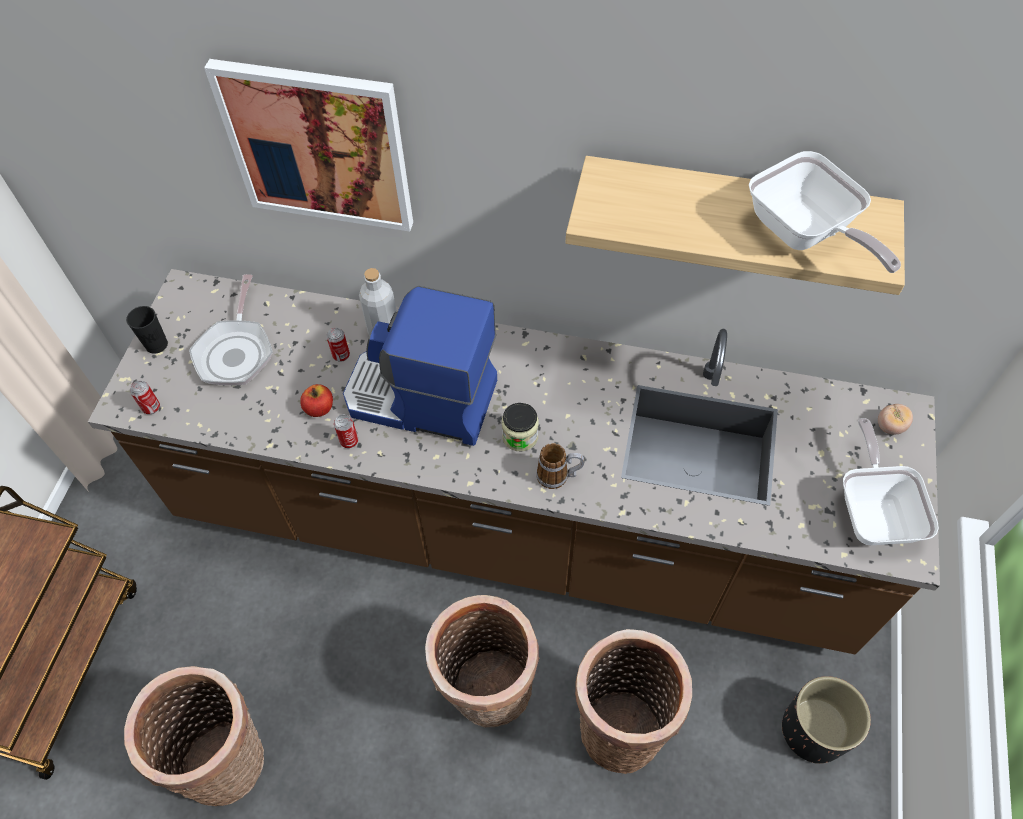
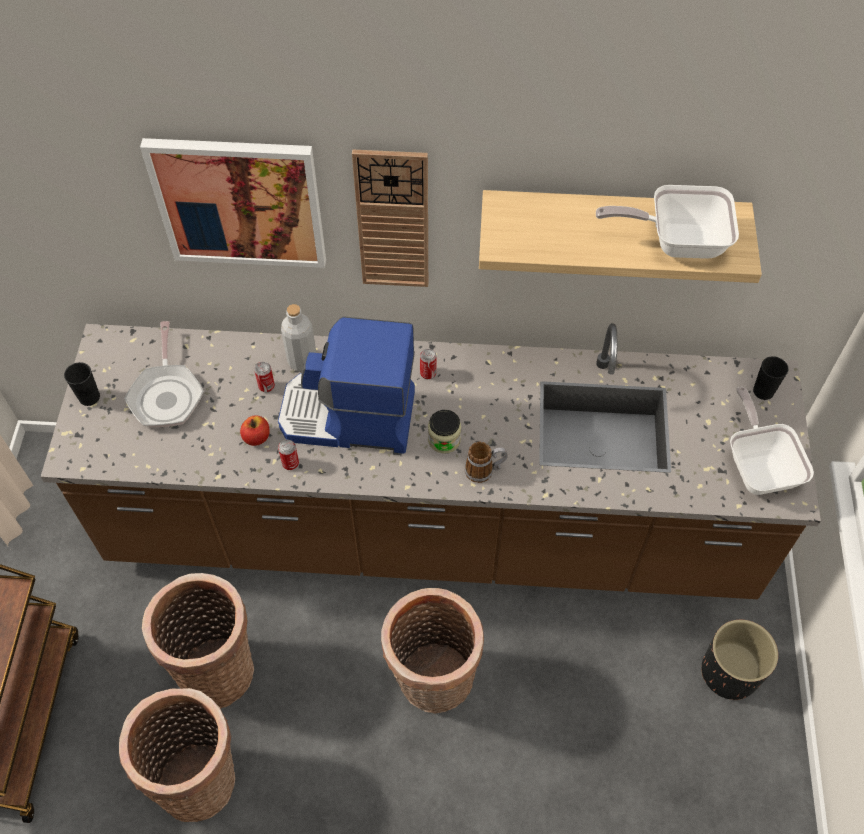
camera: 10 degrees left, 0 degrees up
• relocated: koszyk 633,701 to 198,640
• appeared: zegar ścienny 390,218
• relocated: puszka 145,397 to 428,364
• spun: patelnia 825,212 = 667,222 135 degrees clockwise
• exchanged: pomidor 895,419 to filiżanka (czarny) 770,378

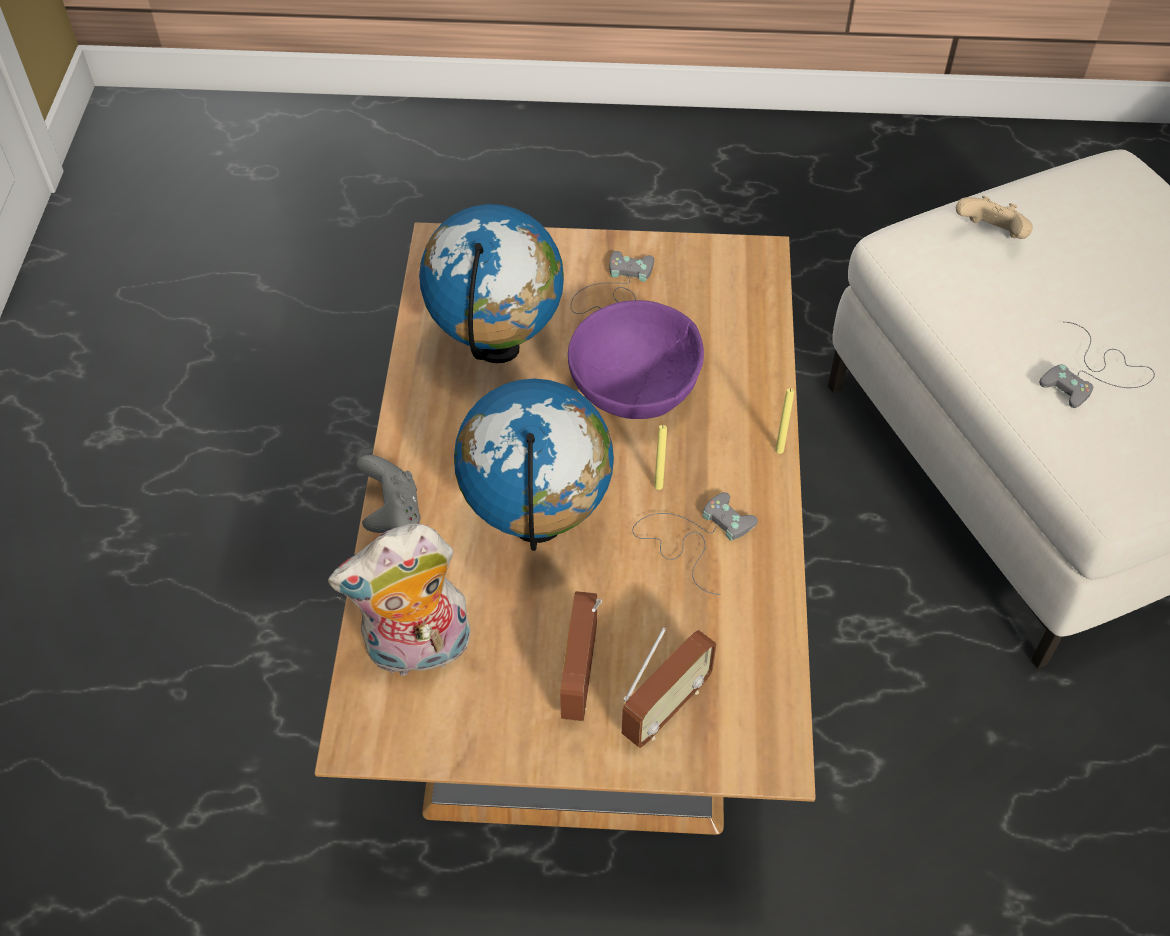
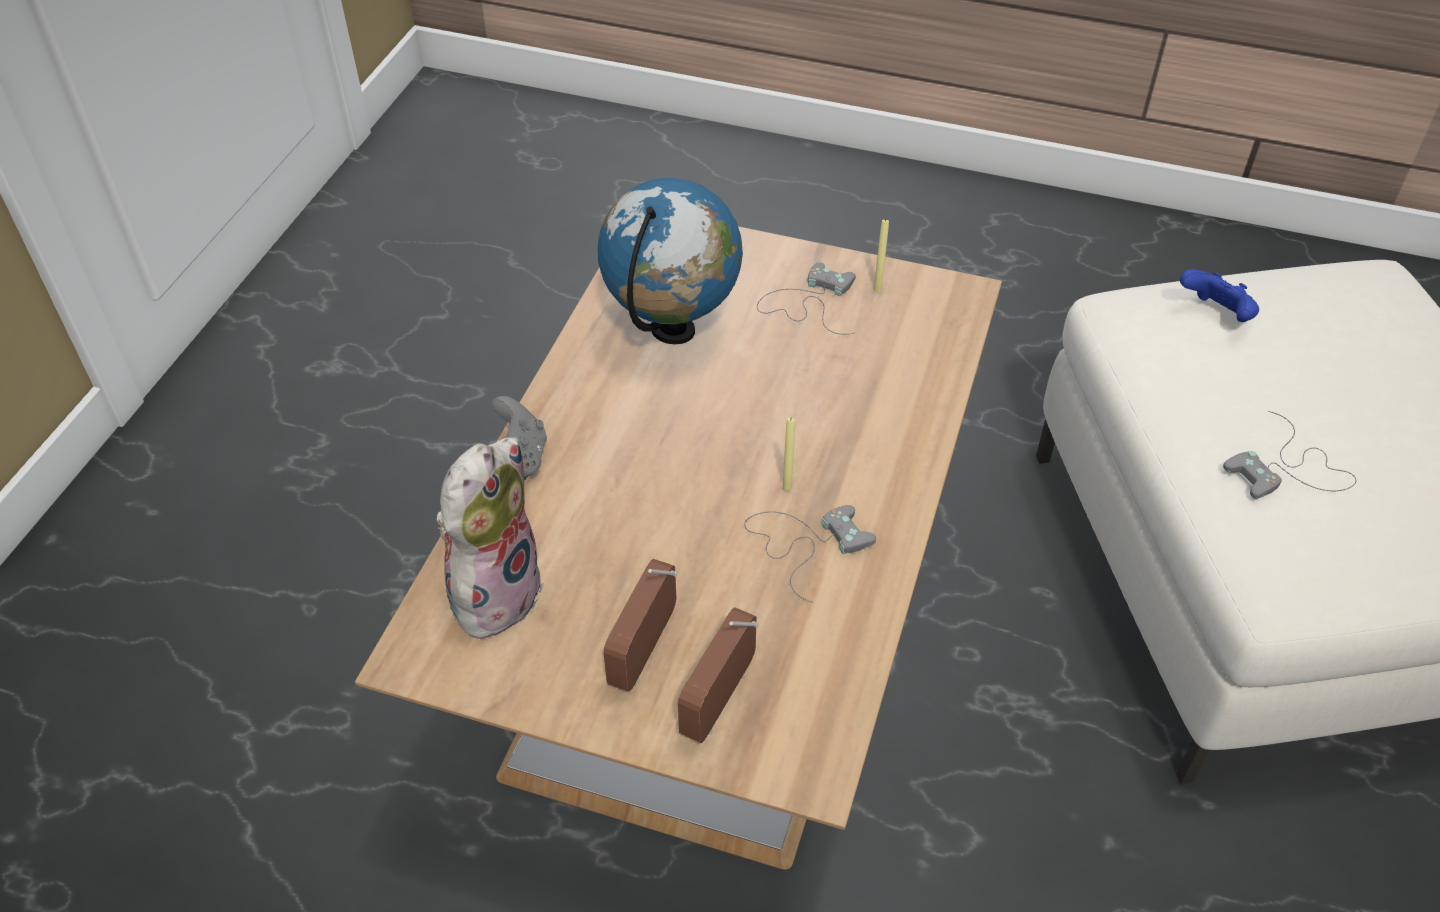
camera: 15 degrees right, 5 degrees down
• spun: pluszak 399,599 = 490,542 120 degrees clockwise
• spun: radio 669,687 = 718,675 150 degrees clockwise
• relocated: świeca (żółty) 784,421 to 881,255
• colour: pad do gier (beżowy) 994,217 to pad do gier (niebieski) 1219,295
• missing: globus 534,465
• missing: miska (fioletowy) 636,359

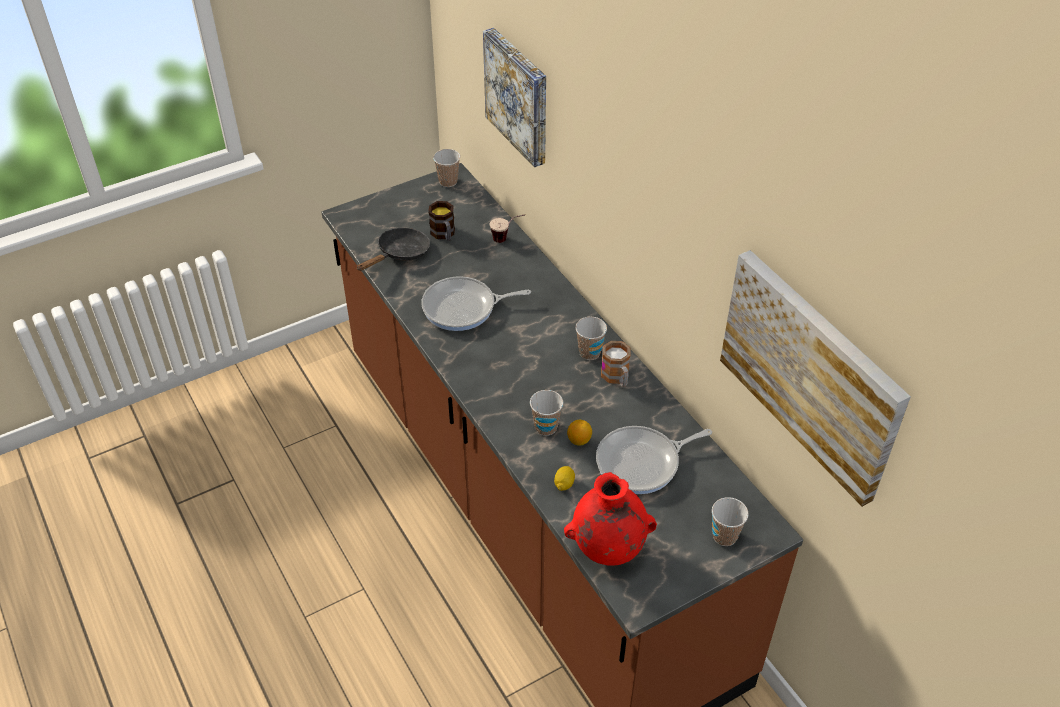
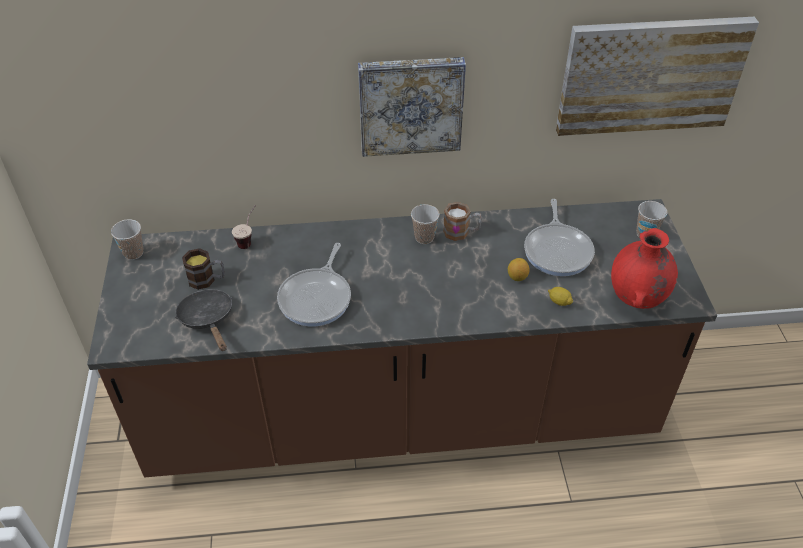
camera: 65 degrees left, 0 degrees up
• relocated: obraz 514,97 to 412,107
• missing: filiżanka 546,413

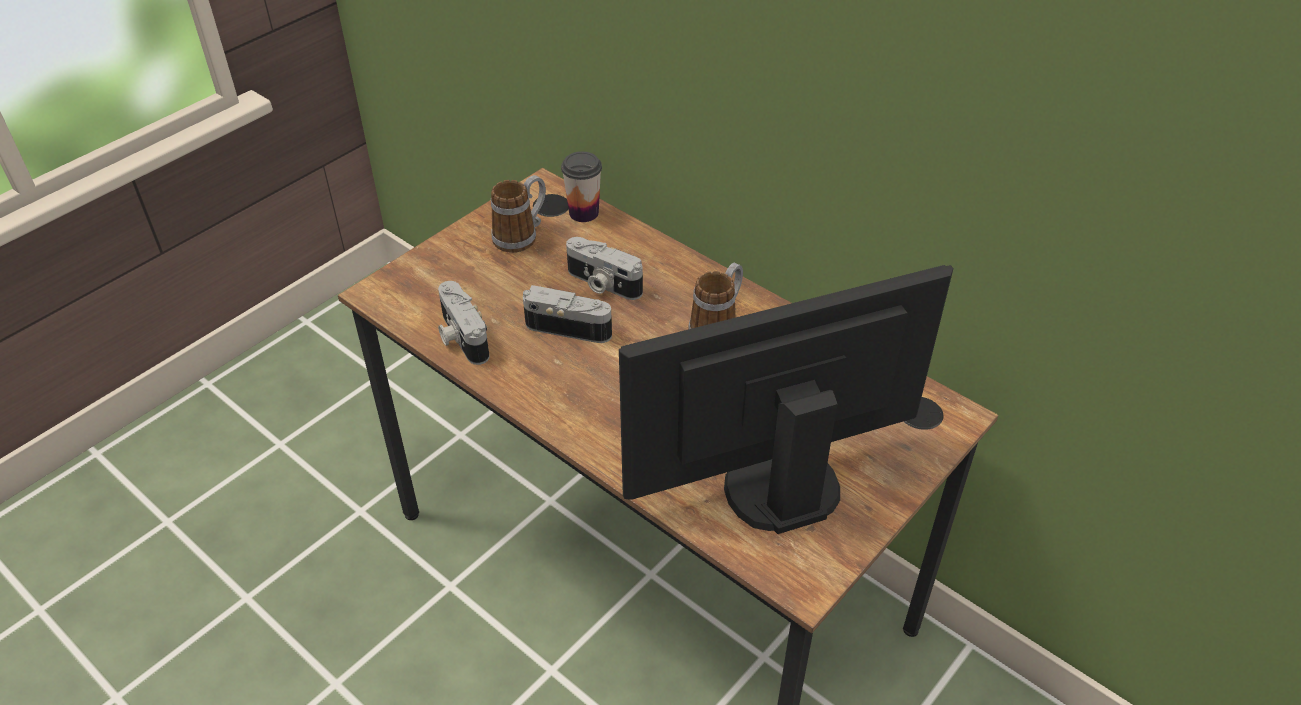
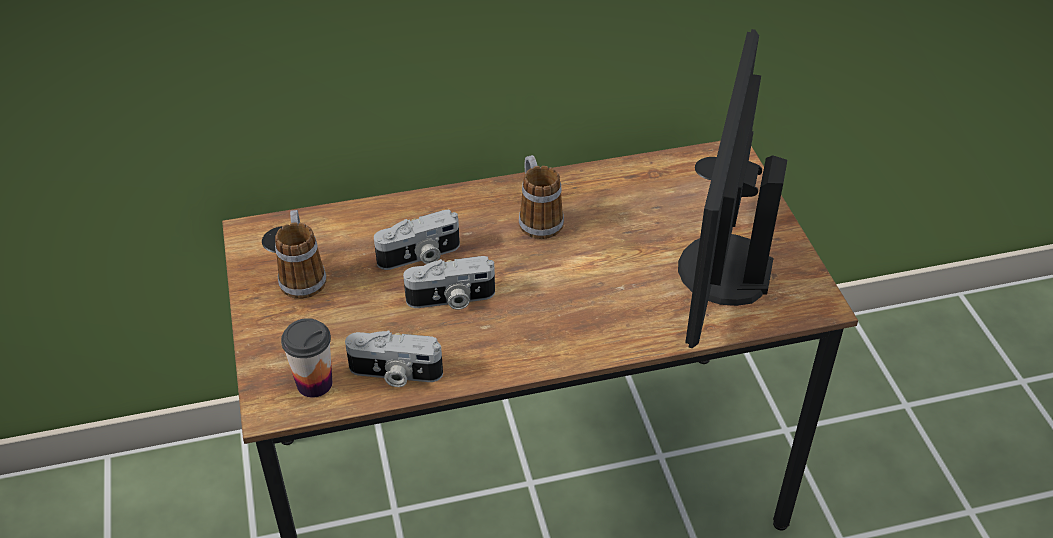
camera: 55 degrees left, 0 degrees up
• relocated: filiżanka 581,186 to 306,357
• spun: aparat fotograficzny 567,314 = 449,283 150 degrees counterclockwise

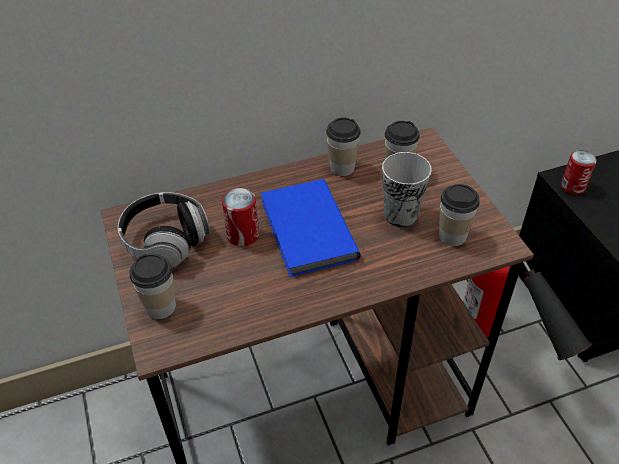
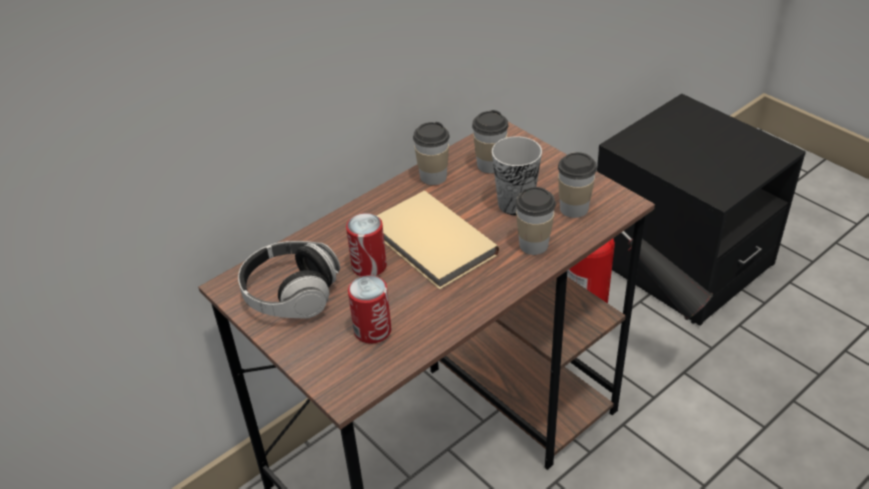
camera: 20 degrees left, 5 degrees down
• relocated: puszka 579,172 to 369,309
• colour: książka (niebieski) 311,228 to książka (beżowy) 438,240
• relocated: filiżanka 152,286 to 535,221

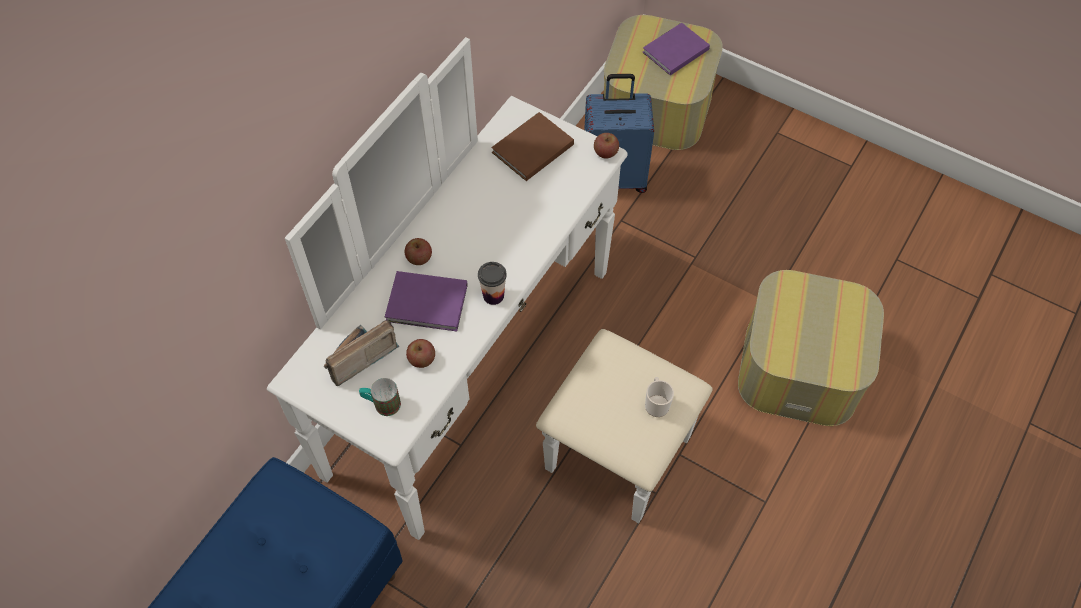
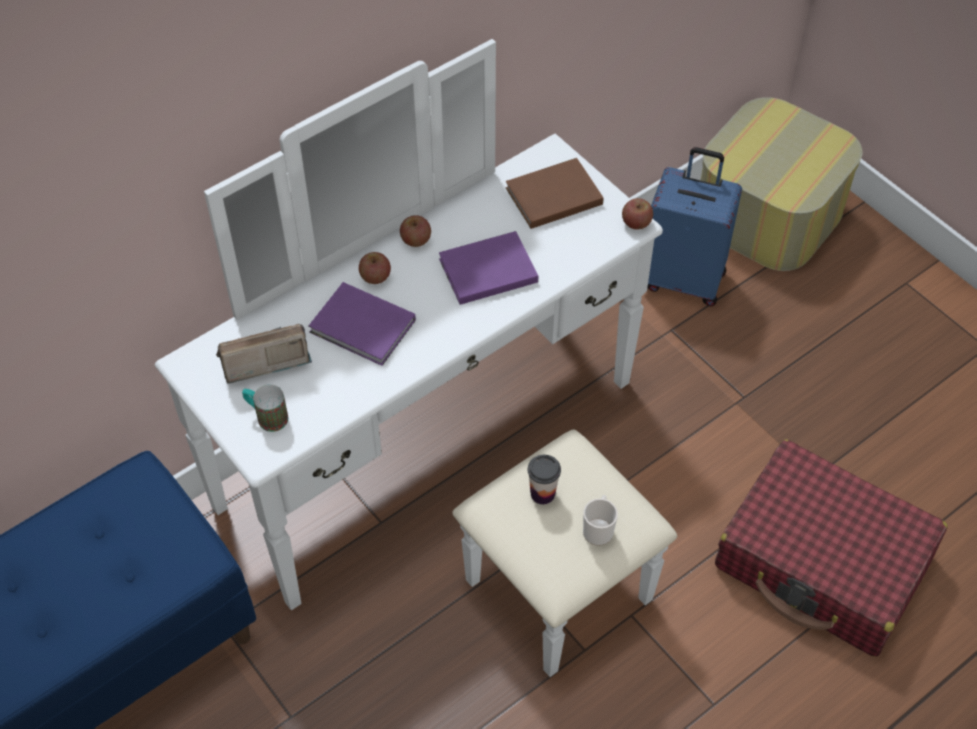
camera: 20 degrees right, 5 degrees down
• relocated: jabłko 420,353 to 415,231
• relocated: książka (fioletowy) 676,49 to 488,268
• relocated: filiżanka 492,283 to 544,479
• exchanged: pufa 811,348 to walizka (czerwony) 831,548

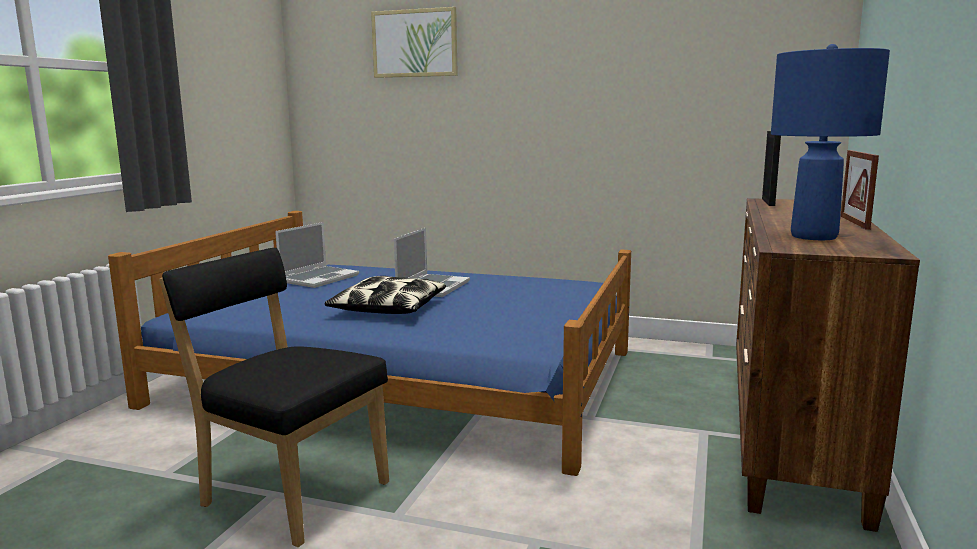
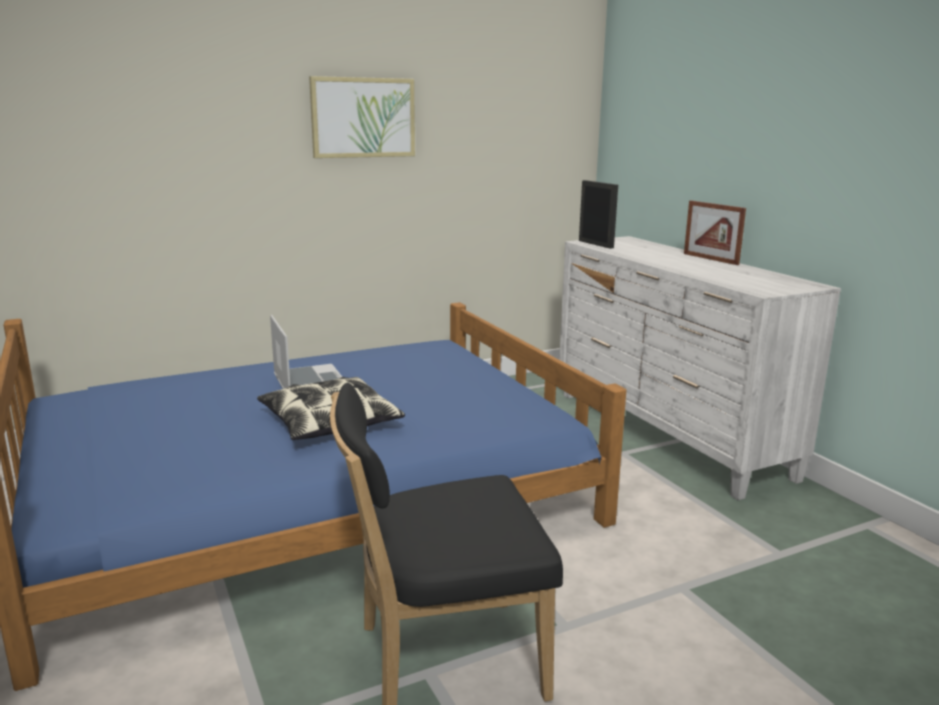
camera: 45 degrees left, 5 degrees up
• relocated: obraz 414,42 to 362,117
• colour: komoda (brązowy) 828,365 to komoda (biały) 700,368
• missing: laptop 317,255
• missing: lampa stołowa (niebieski) 830,142

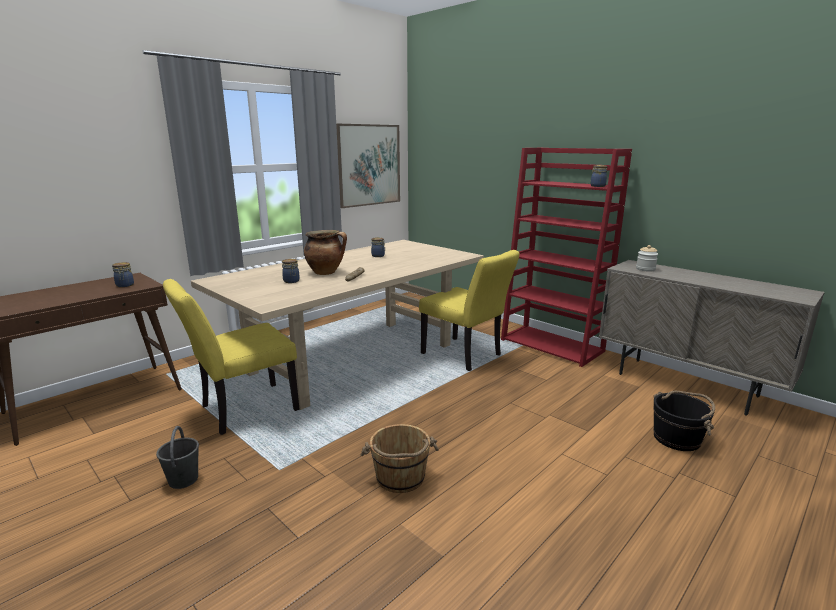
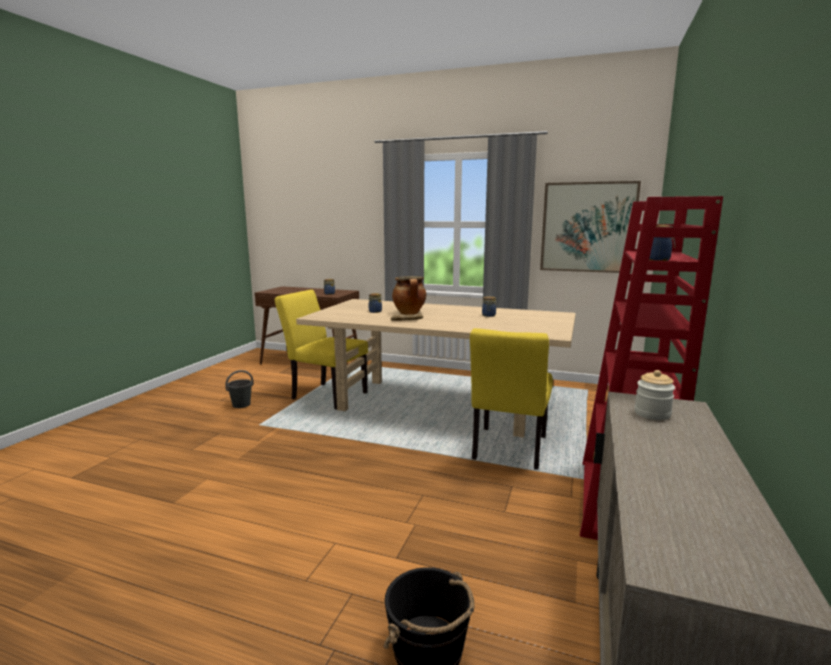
camera: 65 degrees right, 5 degrees down
• missing: wiadro (brązowy) 399,458

